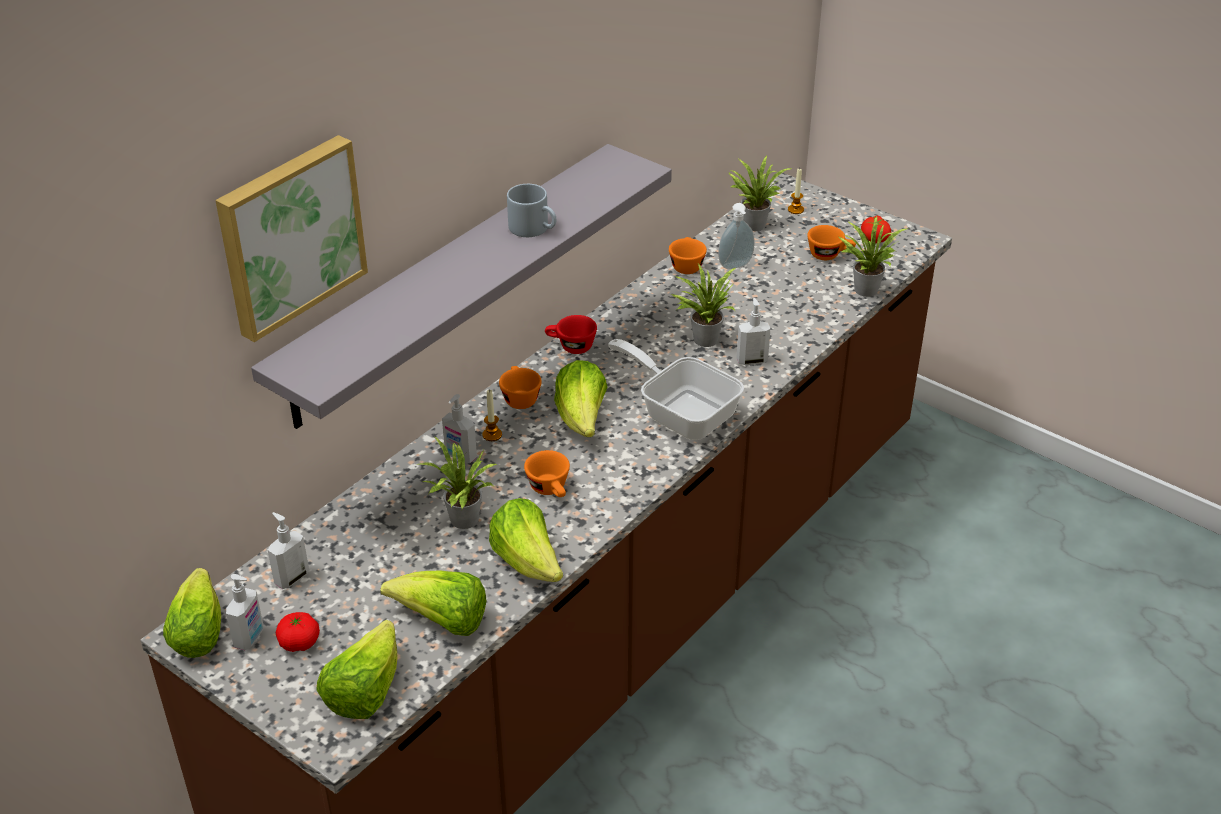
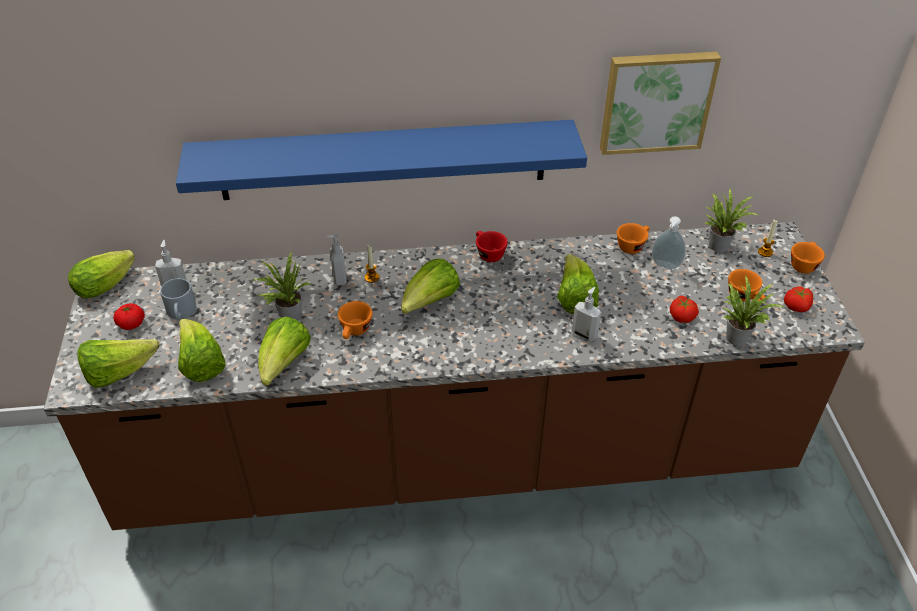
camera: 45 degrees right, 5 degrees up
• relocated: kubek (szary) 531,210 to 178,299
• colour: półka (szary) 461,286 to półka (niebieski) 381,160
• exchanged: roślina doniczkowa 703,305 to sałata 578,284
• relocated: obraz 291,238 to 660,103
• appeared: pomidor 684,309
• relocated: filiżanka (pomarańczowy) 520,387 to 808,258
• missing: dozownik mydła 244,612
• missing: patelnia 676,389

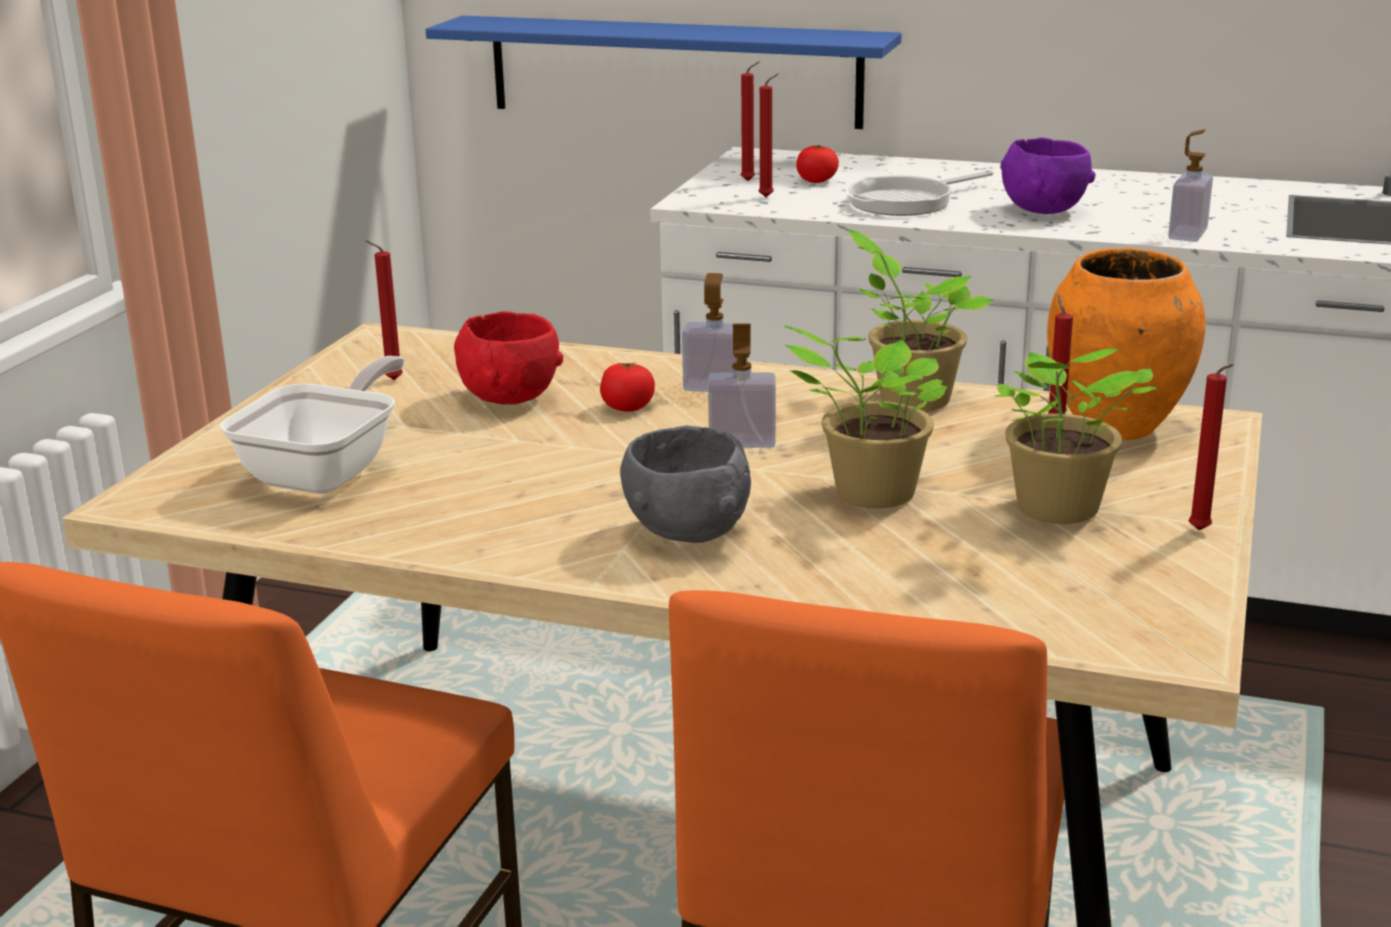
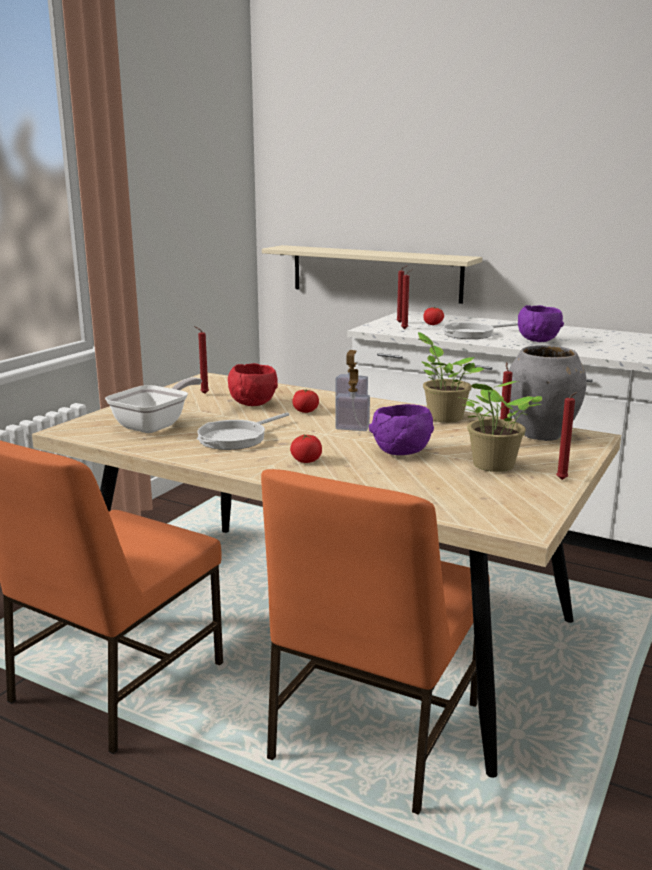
camera: 10 degrees right, 5 degrees down
• appeared: patelnia 243,431
• colour: półka (niebieski) 663,72 to półka (beżowy) 372,274
• exchanged: miska (szary) 685,484 to pomidor 306,449
• exchanged: roślina doniczkowa 866,417 to miska (fioletowy) 401,429
• colour: wazon (pomarańczowy) 1126,344 to wazon (szary) 547,393
• missing: dozownik mydła 1190,185

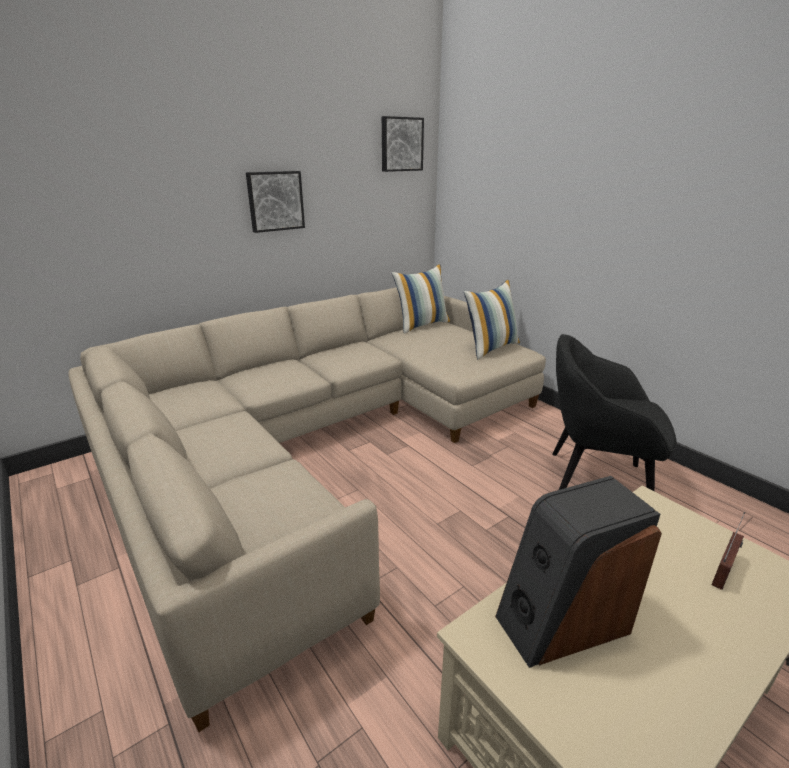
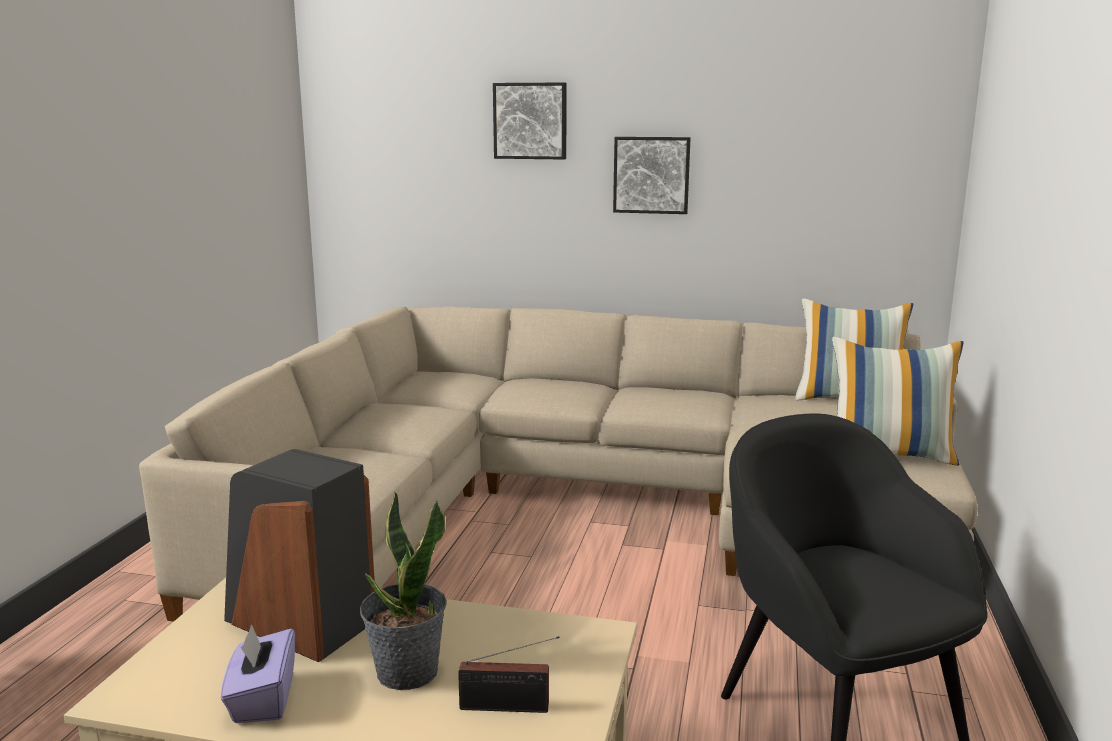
camera: 50 degrees right, 10 degrees down
• appeared: pudełko chusteczek (fioletowy) 258,673
• appeared: roślina doniczkowa 403,590
• relocated: obraz 403,144 to 530,121

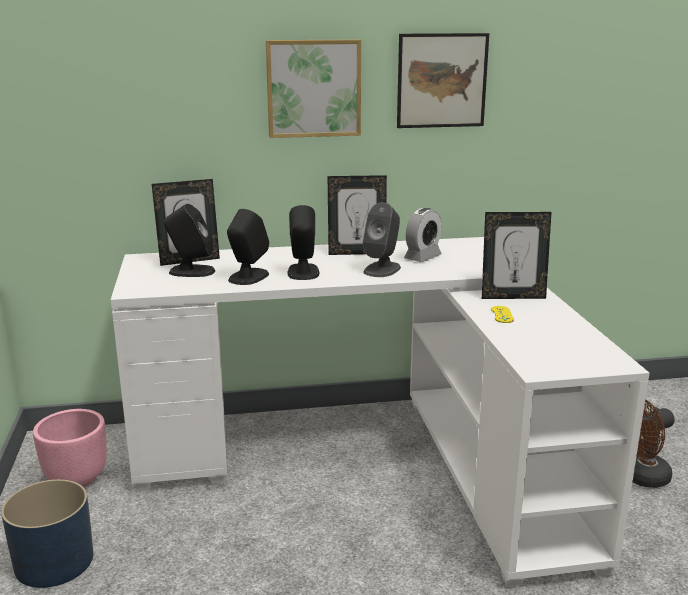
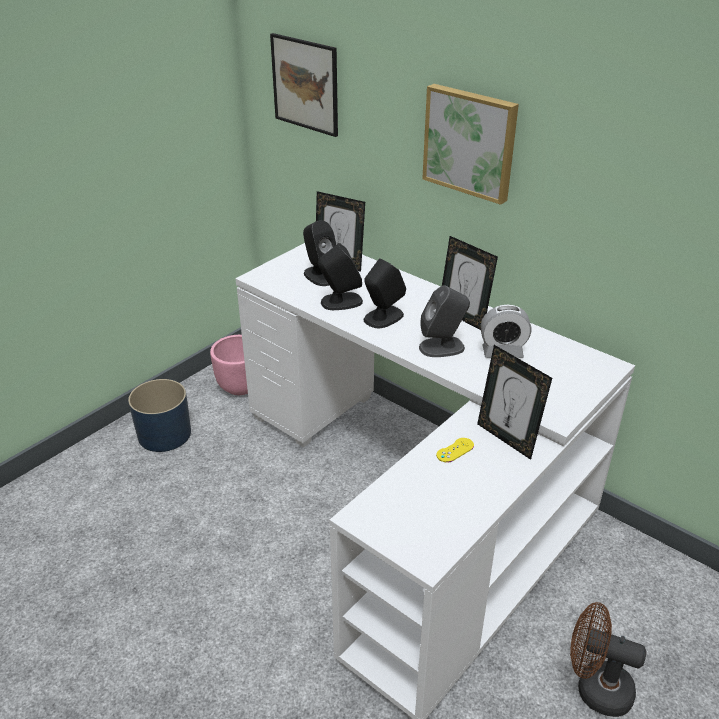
camera: 50 degrees right, 15 degrees up
• relocated: obraz 443,80 to 304,85

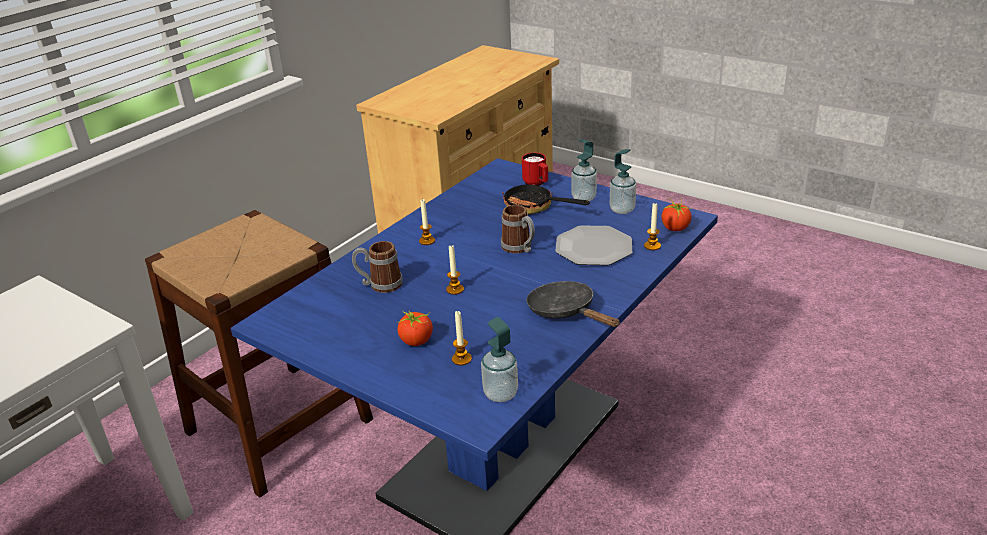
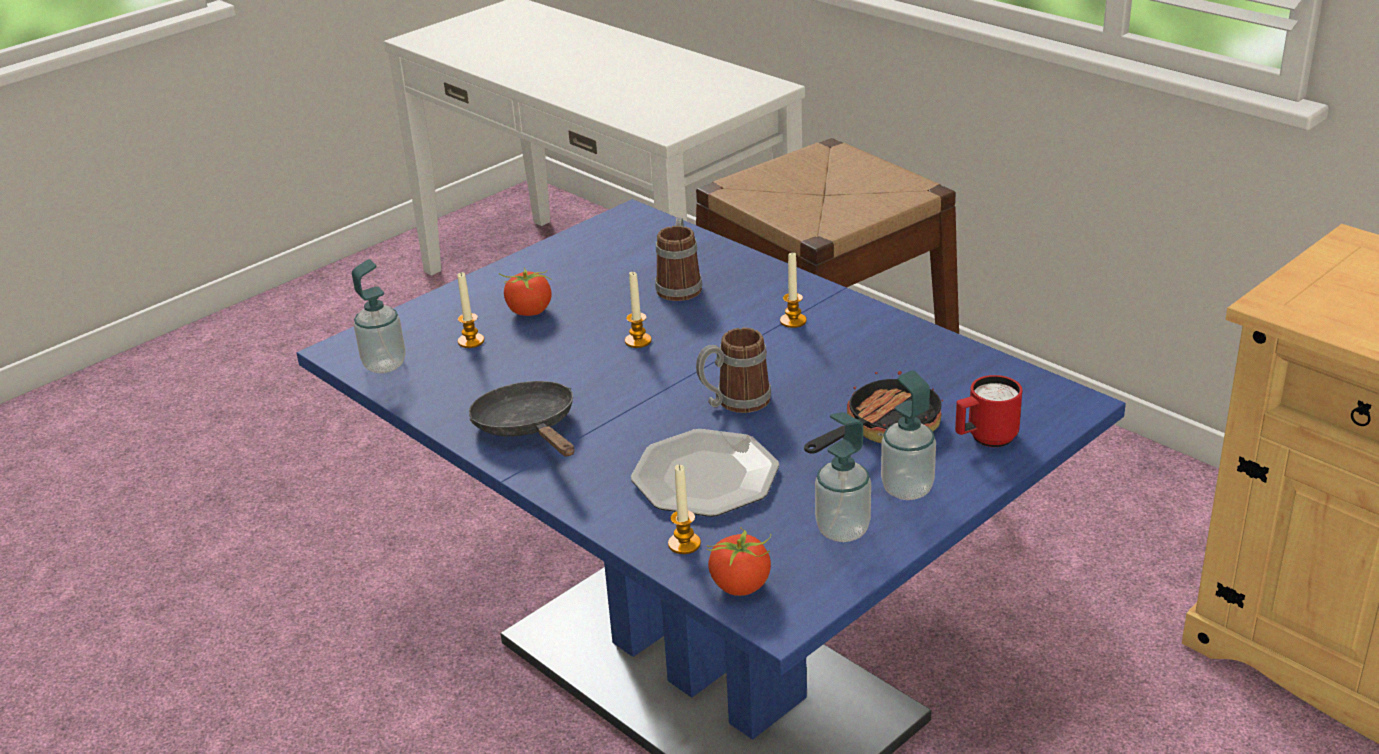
camera: 100 degrees right, 0 degrees up
• spun: patelnia (czarny) 573,304 = 521,419 90 degrees counterclockwise

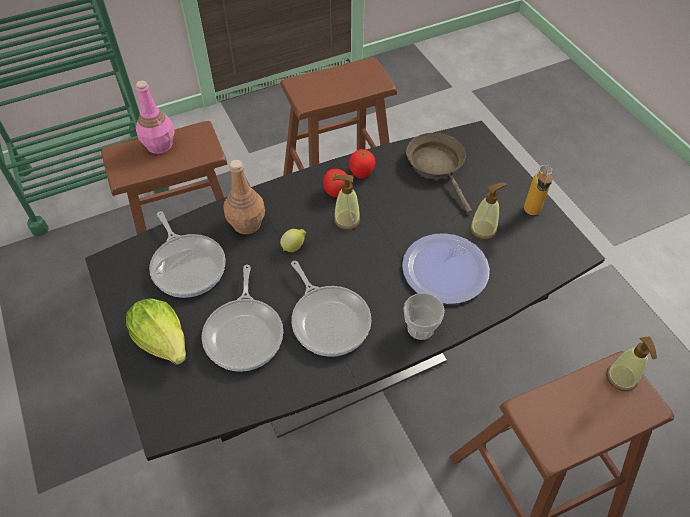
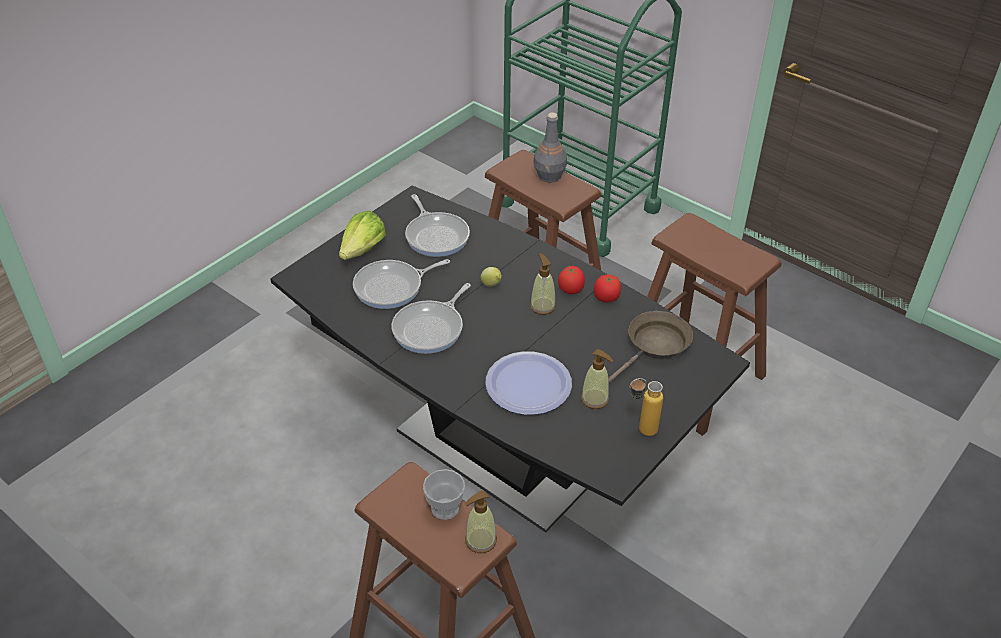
camera: 65 degrees right, 10 degrees down
• spun: patelnia 187,254 = 437,225 60 degrees counterclockwise
• relocated: filiżanka 424,316 to 444,494
• colour: butelka (różowy) 155,117 to butelka (szary) 550,147
• missing: butelka (brązowy) 244,197

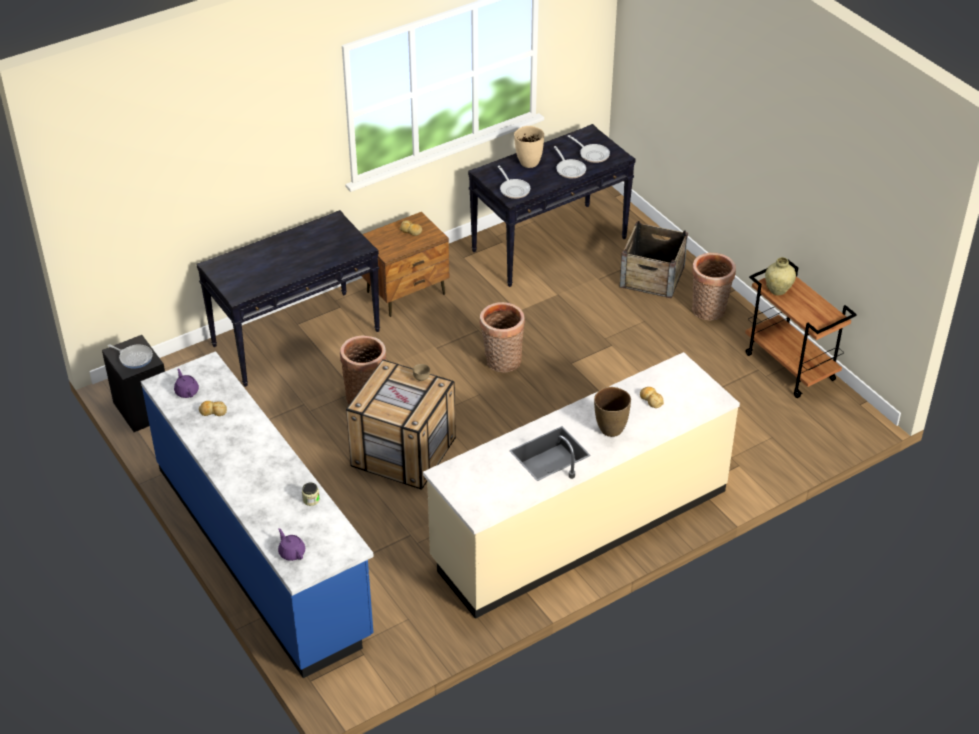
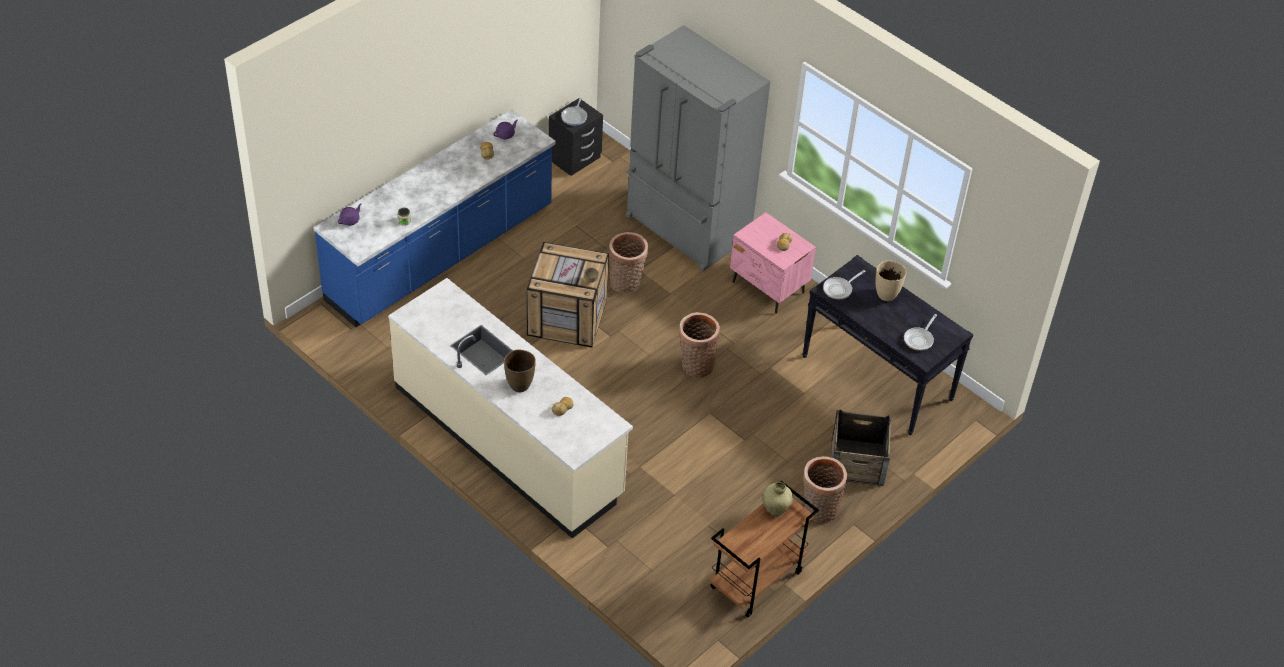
camera: 75 degrees right, 5 degrees up
• exchanged: stolik konsolowy (czarny) 288,298 to lodówka (szary) 698,148
• colour: szafka nocna (brązowy) 405,264 to szafka nocna (różowy) 773,263
• missing: patelnia 570,162

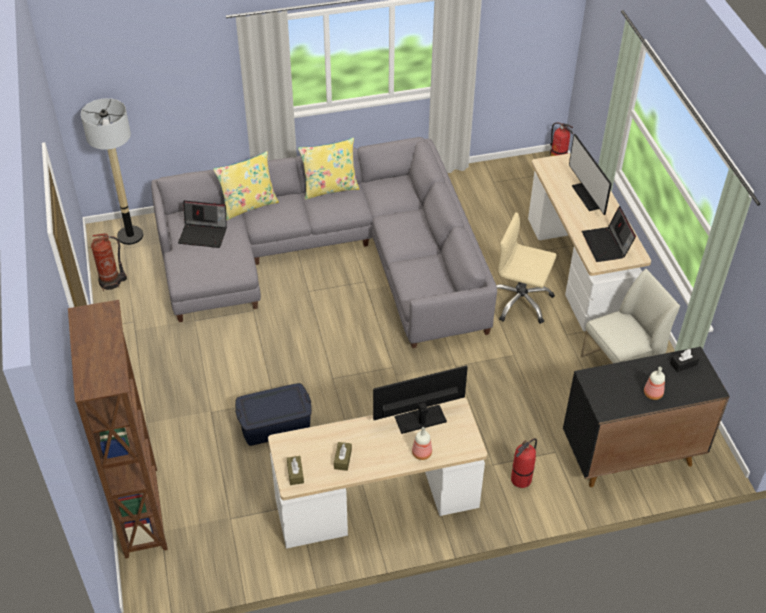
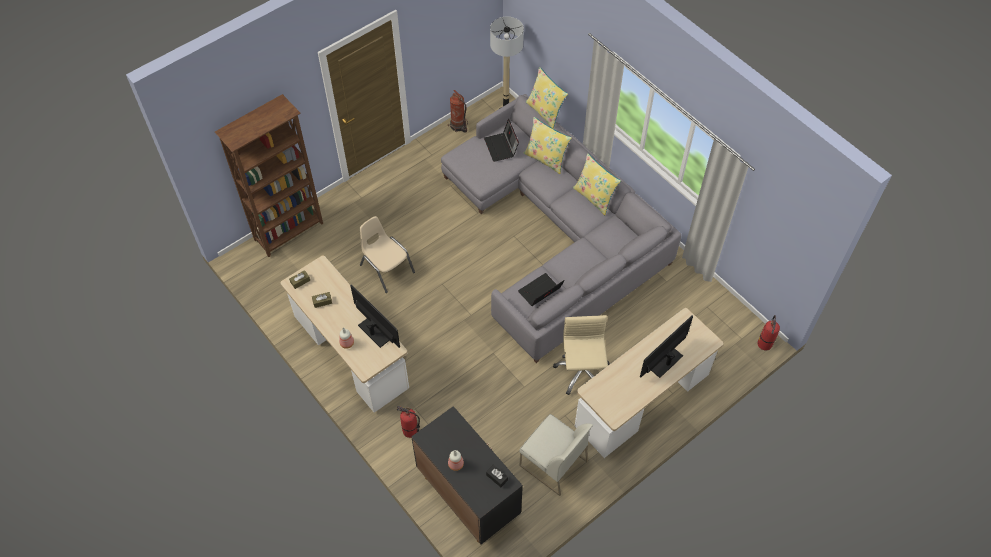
camera: 65 degrees right, 10 degrees up
• exchanged: pojemnik do przechowywania (niebieski) 273,414 to krzesło (beżowy) 387,254
• relocated: laptop 609,234 to 541,289
• appeared: poduszka (żółty) 547,98

